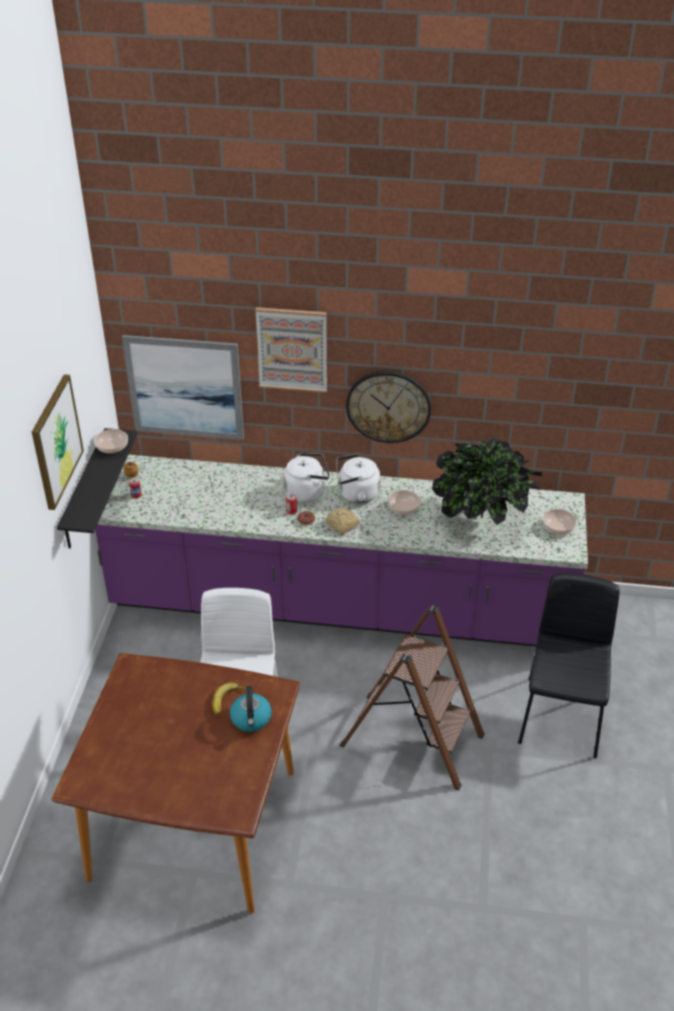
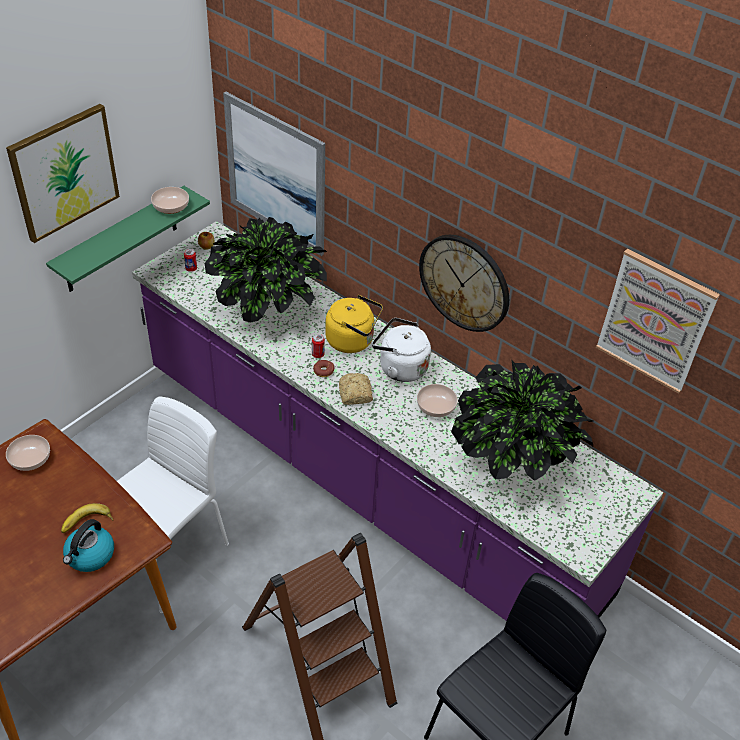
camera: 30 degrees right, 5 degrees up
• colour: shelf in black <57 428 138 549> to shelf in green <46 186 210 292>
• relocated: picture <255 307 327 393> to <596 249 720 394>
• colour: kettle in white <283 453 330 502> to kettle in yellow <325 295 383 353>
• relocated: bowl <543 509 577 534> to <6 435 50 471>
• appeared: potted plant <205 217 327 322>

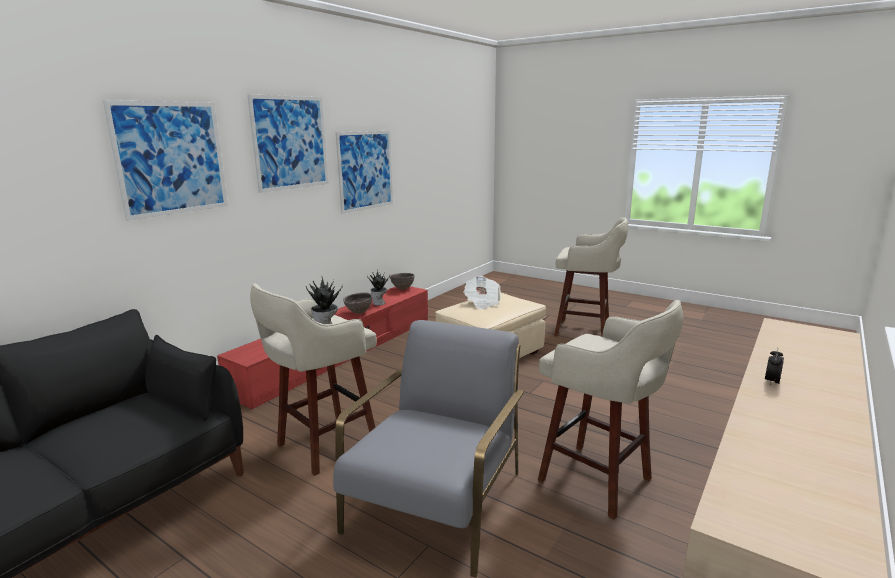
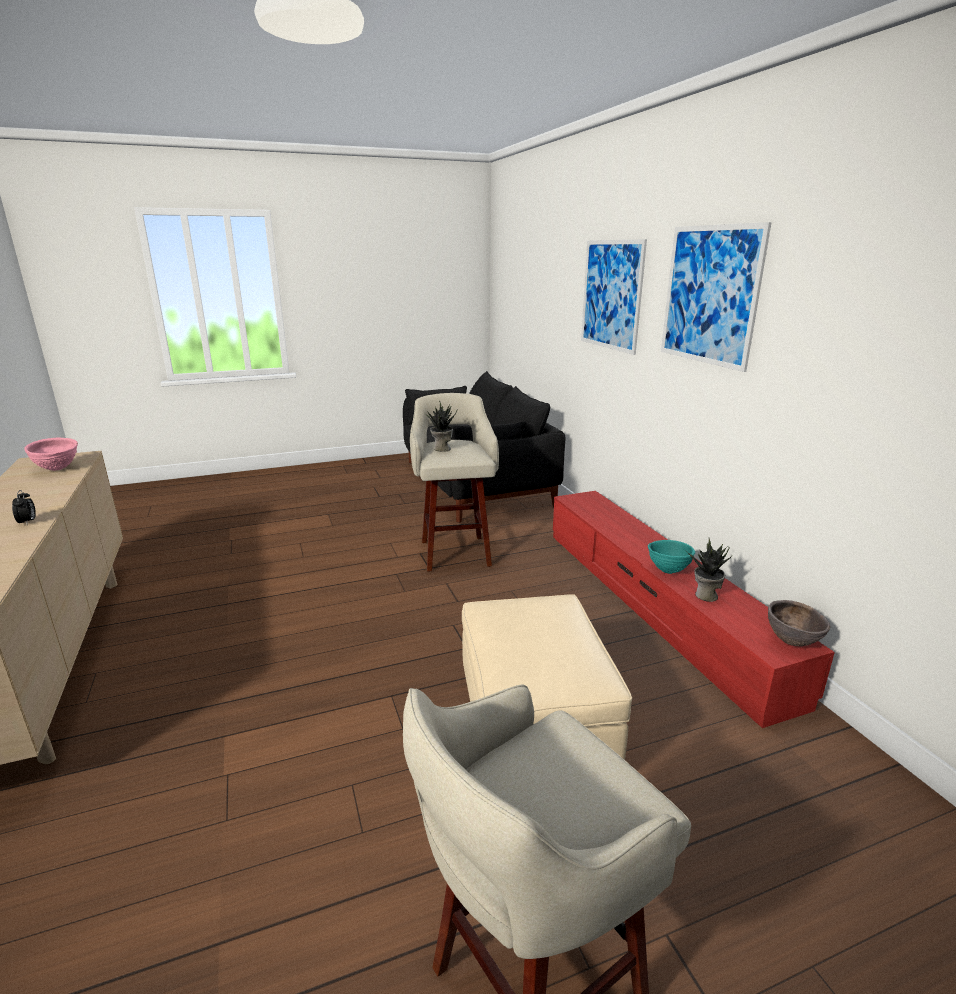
camera: 125 degrees right, 5 degrees up
• missing: armchair in grey <333 320 524 578>
• missing: picture <336 131 393 214>
• colour: bowl in brown <343 292 373 314> to bowl in turquoise <648 540 695 574>
• missing: newspaper <464 276 501 310>
• missing: stool in beige <538 300 683 519>
• appeared: bowl in pink <24 438 78 471>

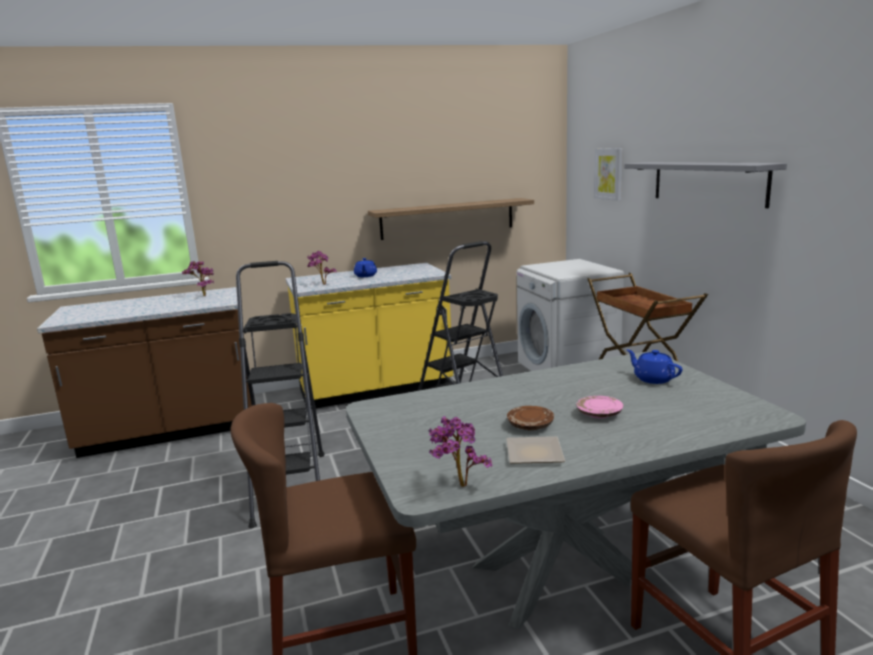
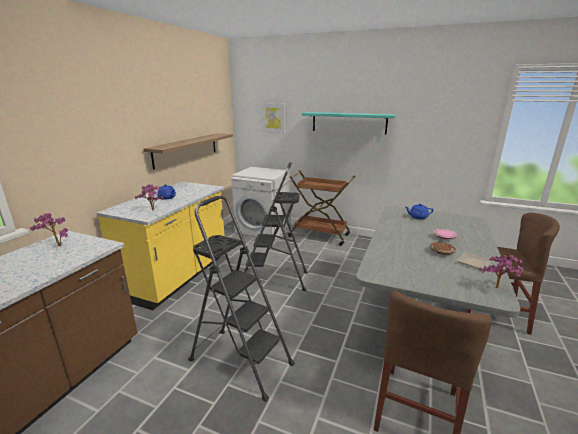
camera: 50 degrees left, 5 degrees up
• colour: shelf in grey <624 162 787 208> to shelf in turquoise <302 112 396 134>

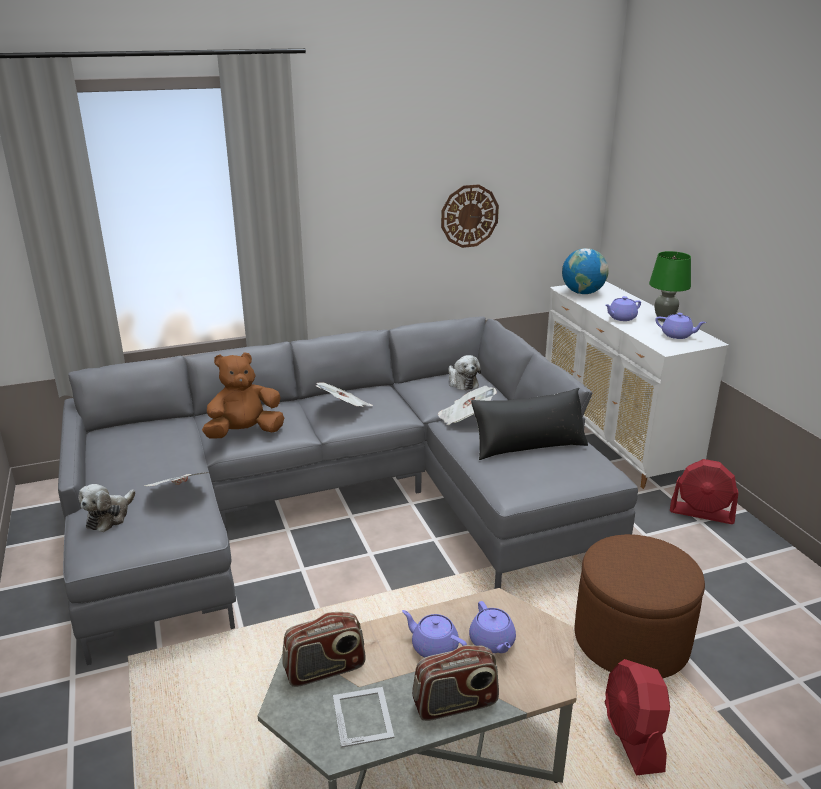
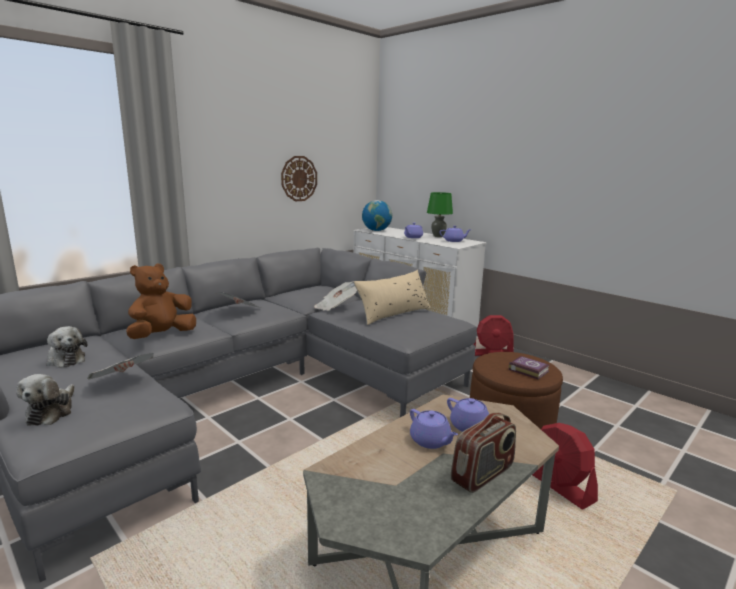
camera: 25 degrees left, 10 degrees down
• missing: radio <282 612 365 687>
• missing: picture frame <333 687 394 748>
• spun: teapot in purple <402 610 467 658> = <410 409 458 449> 135 degrees counterclockwise
• relocated: plush toy <448 355 481 390> to <46 326 88 368>
• colour: pillow in black <471 388 588 460> to pillow in beige <354 270 431 325>
• appeared: book <509 356 549 379>

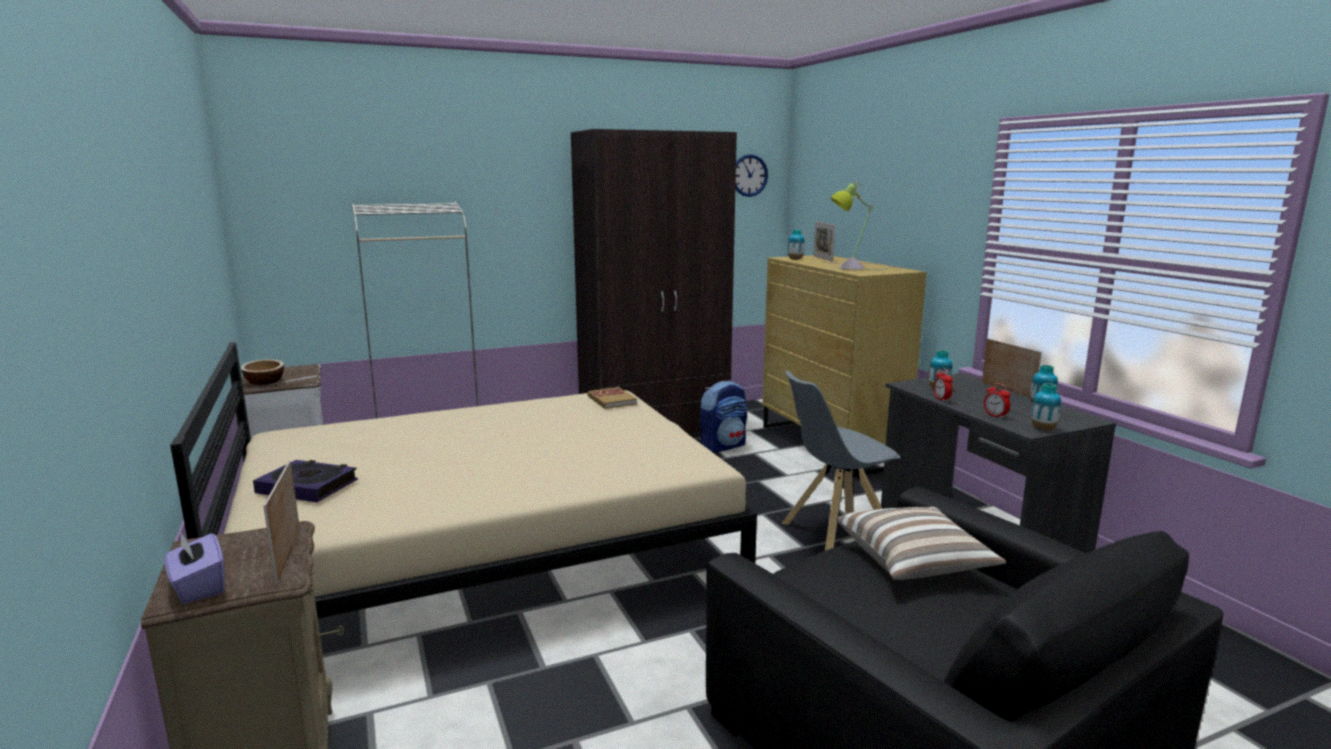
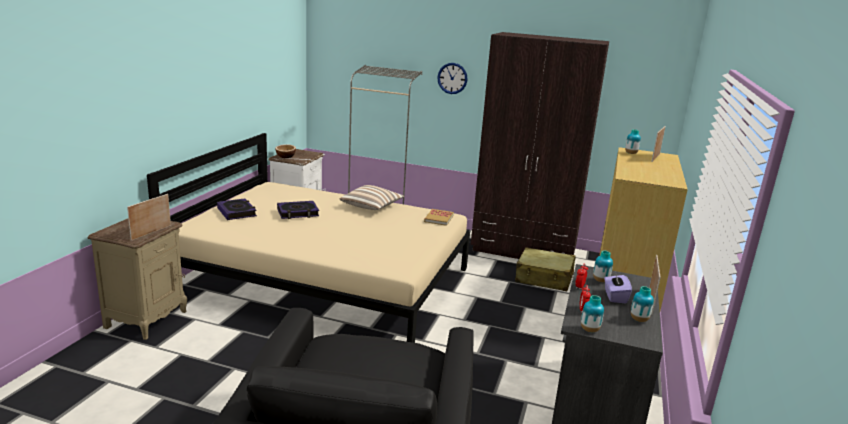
camera: 40 degrees right, 5 degrees up
• relocated: tissue box in purple <165 533 225 604> to <604 275 632 304>
• exchanged: backpack <700 380 747 453> to suitcase in beige <515 247 576 291>
• relocated: wall clock <735 154 768 197> to <437 63 467 94>
• missing: chair in grey <781 371 901 551>
• missing: table lamp <822 182 901 270>
• relocated: pillow <837 507 1006 580> to <340 185 404 210>
• appeared: book <277 201 319 219>

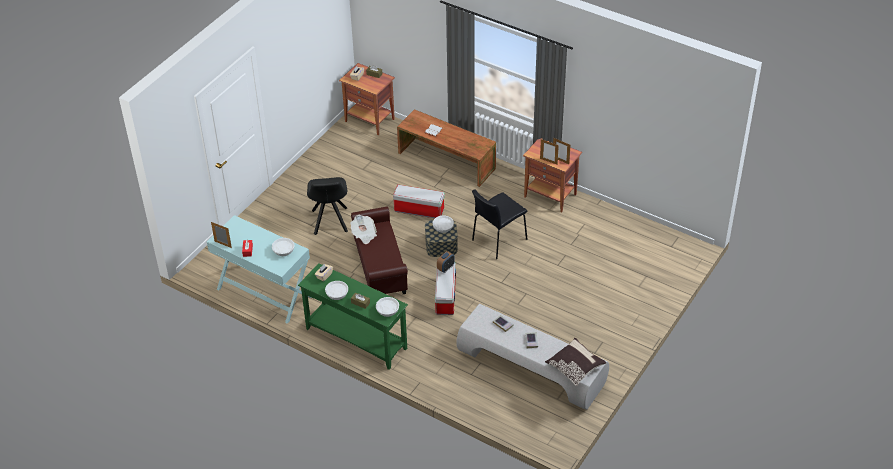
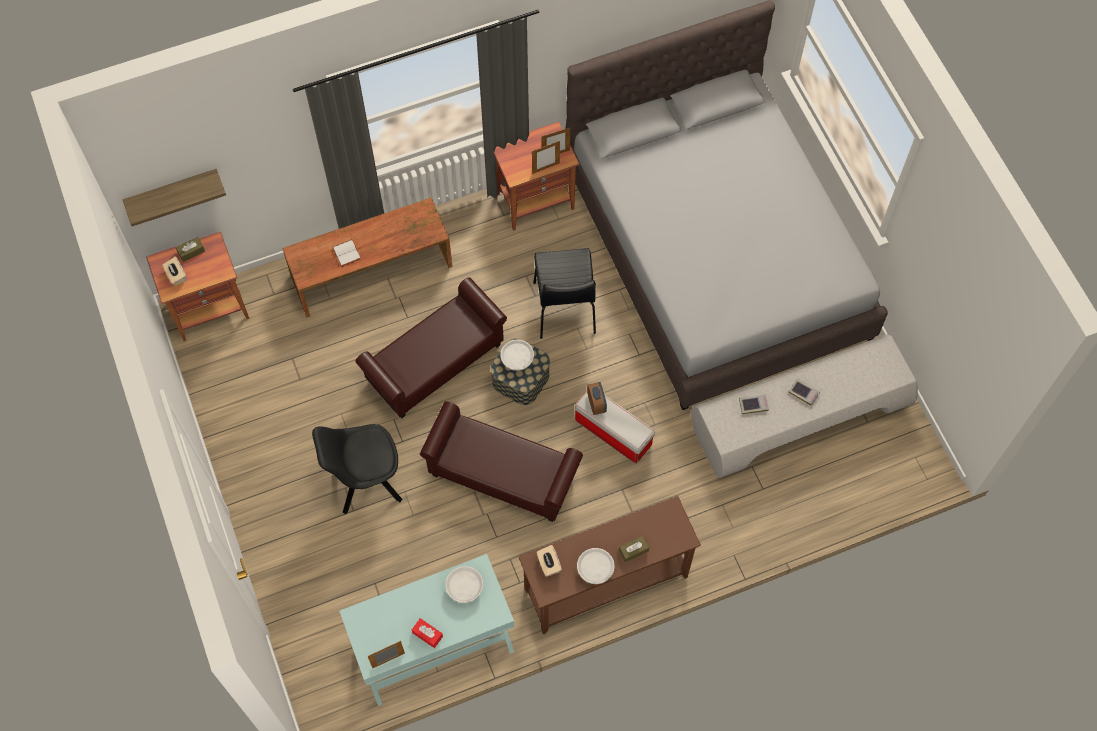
camera: 55 degrees left, 20 degrees up
• colour: console table in green <298 263 408 370> to console table in brown <519 496 701 634>
• spun: chair in black <307 177 348 235> = <312 424 402 514> 135 degrees clockwise
• missing: newspaper <350 215 377 244>
• missing: bowl in white <376 297 399 317>
• exchanged: storage box <393 185 445 218> to ottoman in brown <356 277 507 418>
• missing: pillow <545 338 606 386>
• appeared: shelf <123 169 226 226>
• appeared: bed in grey <565 0 888 410>

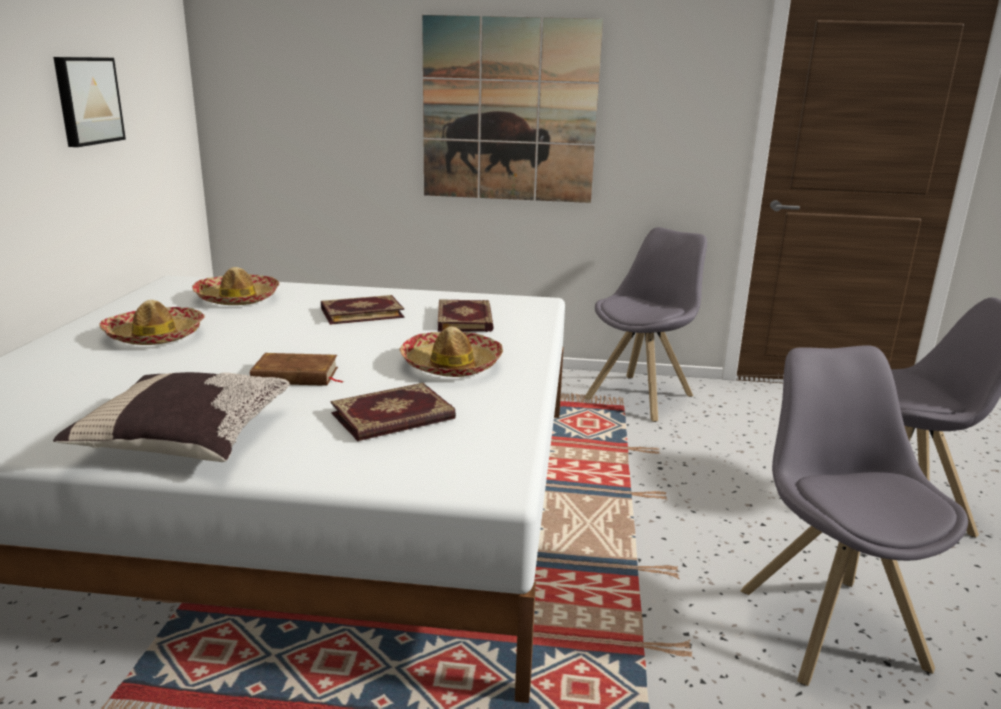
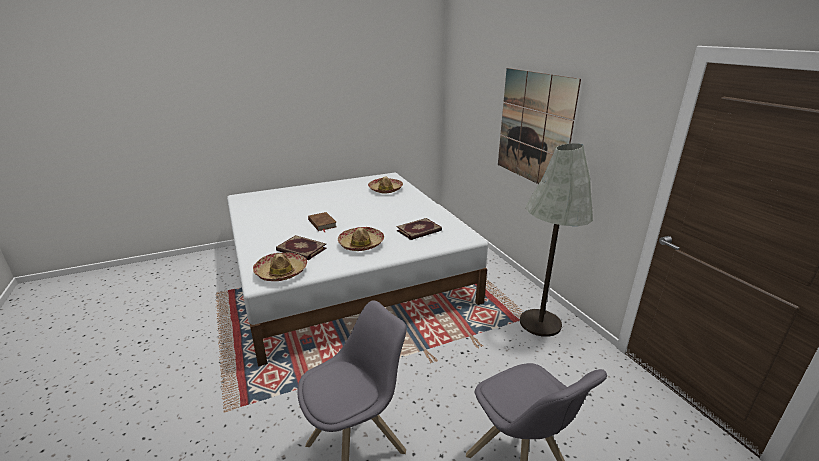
camera: 60 degrees right, 5 degrees up
• missing: picture <53 57 126 147>
• missing: pillow <53 372 290 462>
• relocated: hat <99 300 205 345> to <253 253 307 281>
• missing: book <321 295 405 325>
• exchanged: chair in grey <585 227 707 422> to floor lamp in grey <520 143 593 337>

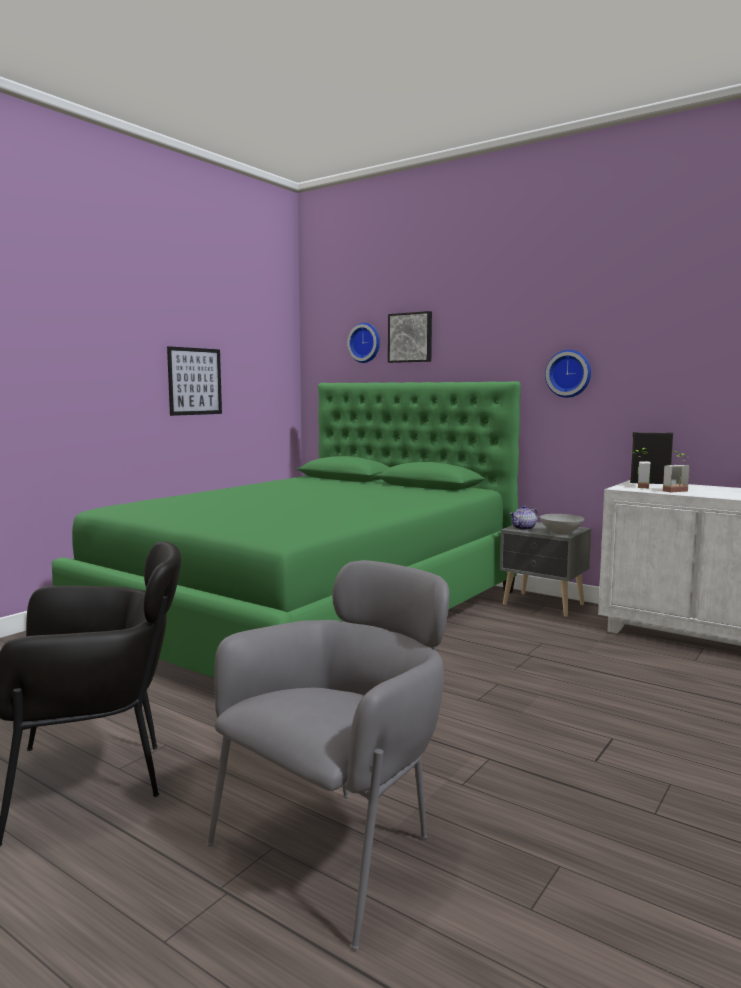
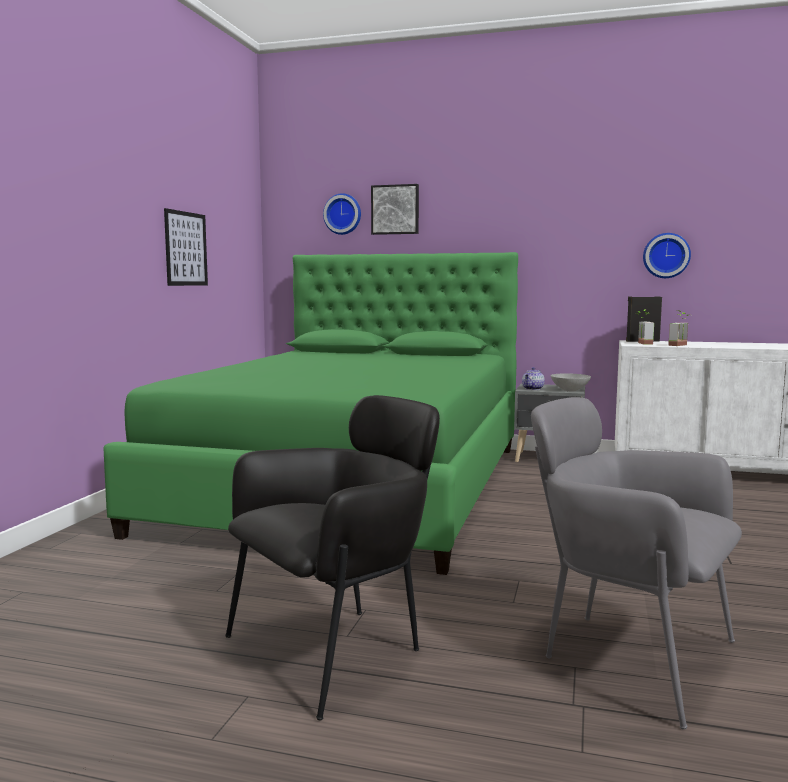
camera: 20 degrees left, 0 degrees up
• spun: armchair in grey <207 560 450 950> = <531 397 742 730> 75 degrees counterclockwise
• relocated: wall clock <545 350 591 398> to <643 233 691 278>

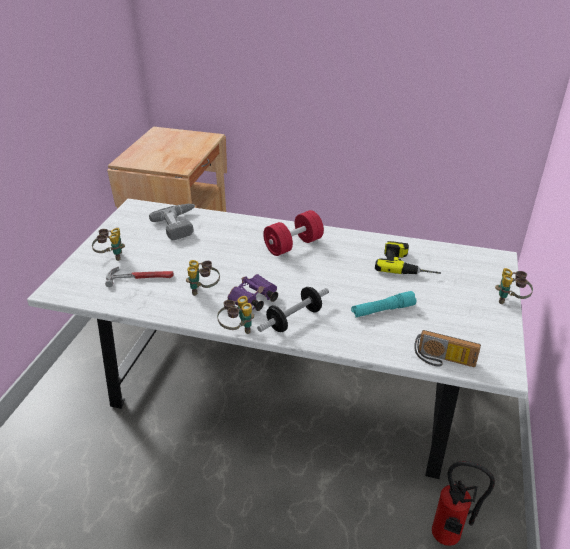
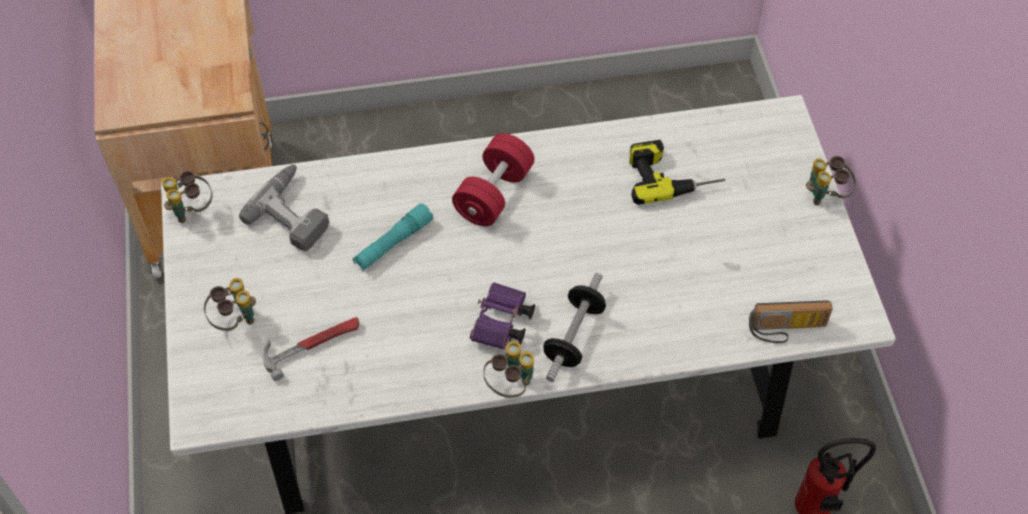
camera: 25 degrees left, 20 degrees up
• relocated: binoculars <186 260 220 296> to <162 171 212 223>
• relocated: flashlight in turquoise <351 291 416 317> to <353 203 433 271>

